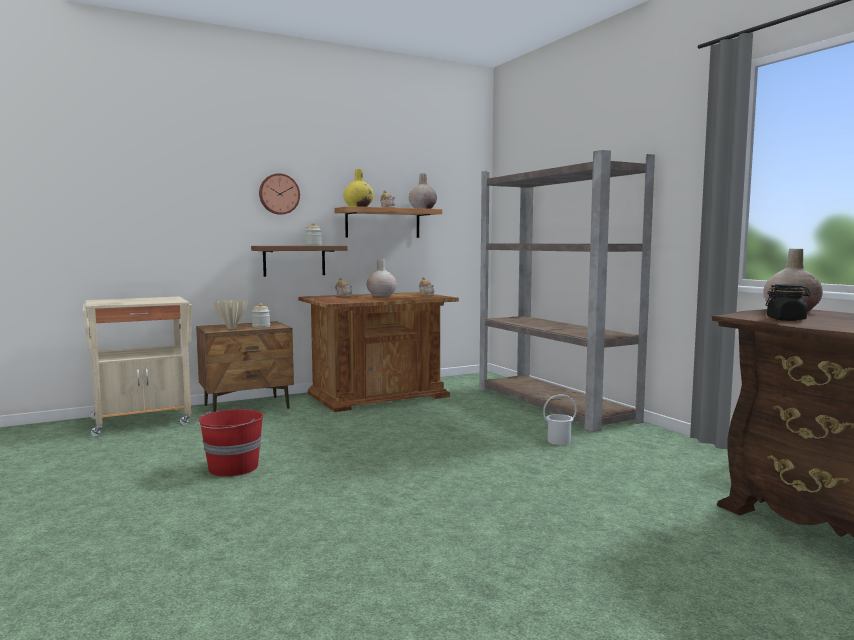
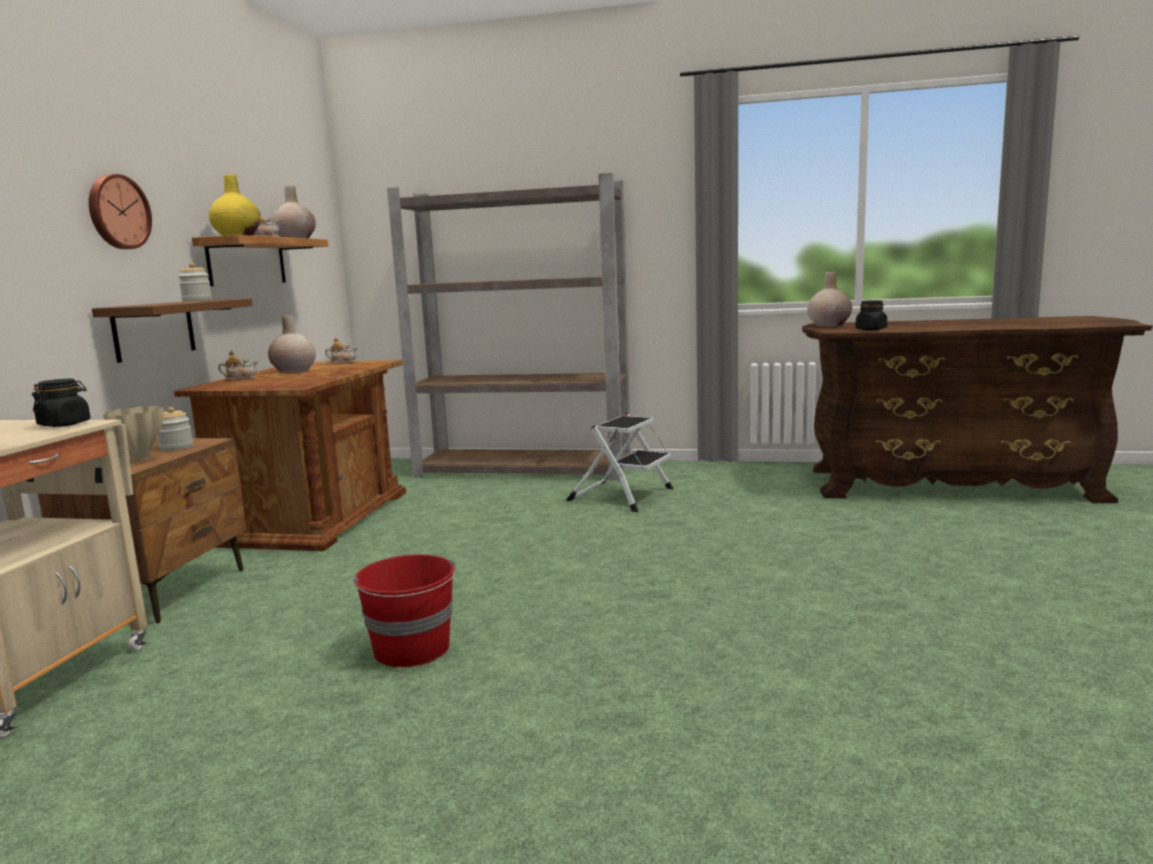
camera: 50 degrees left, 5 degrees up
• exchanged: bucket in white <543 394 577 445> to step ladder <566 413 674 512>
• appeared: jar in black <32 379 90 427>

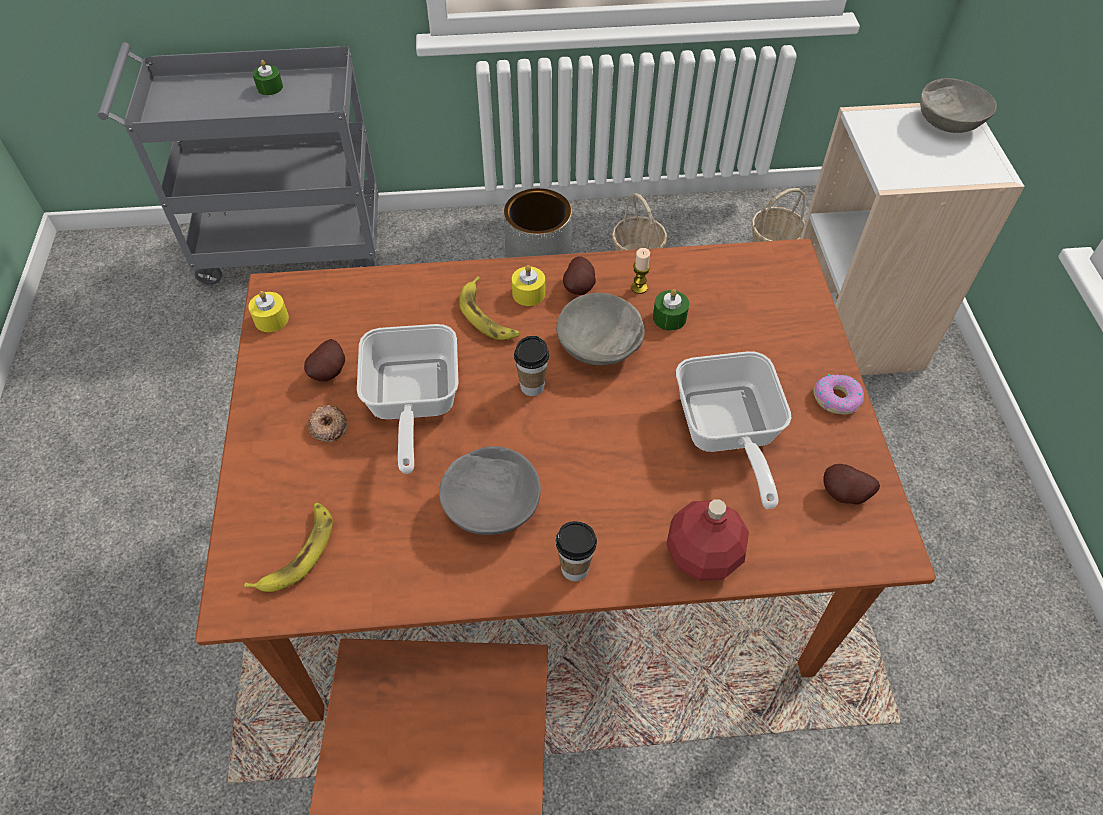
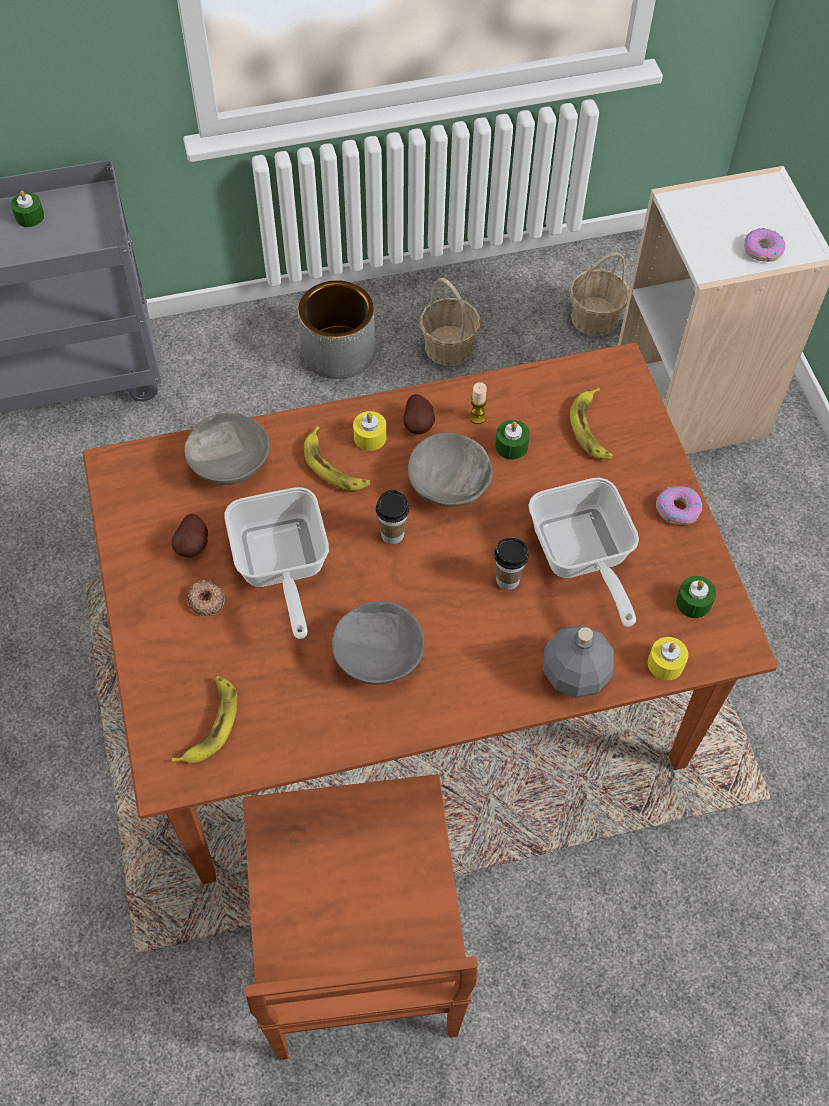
camera: 10 degrees left, 5 degrees up
• relocated: candle in yellow <248 291 289 332> to <648 637 688 680>
• relocated: cup <556 521 597 581> to <494 538 529 590>
• colour: bottle in red <666 499 749 581> to bottle in grey <543 625 614 698>
• exchanged: potato <823 464 880 505> to candle in green <676 576 716 618>
• relocated: bowl in grey <920 78 997 133> to <184 413 270 485>
• appeared: banana <570 387 613 459>
• appeared: donut <744 228 786 262>

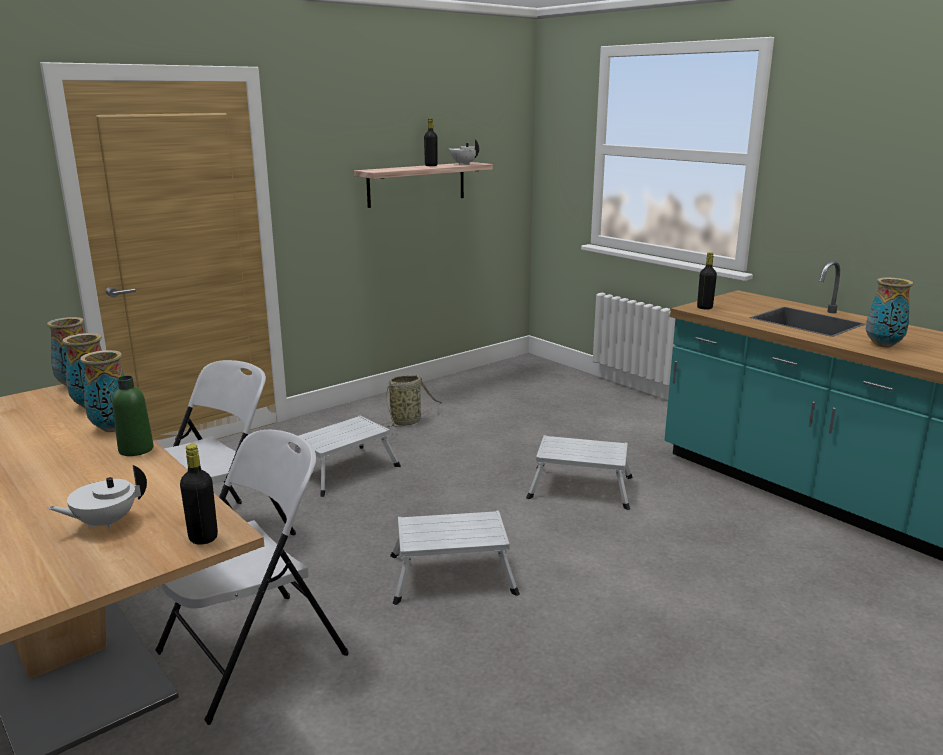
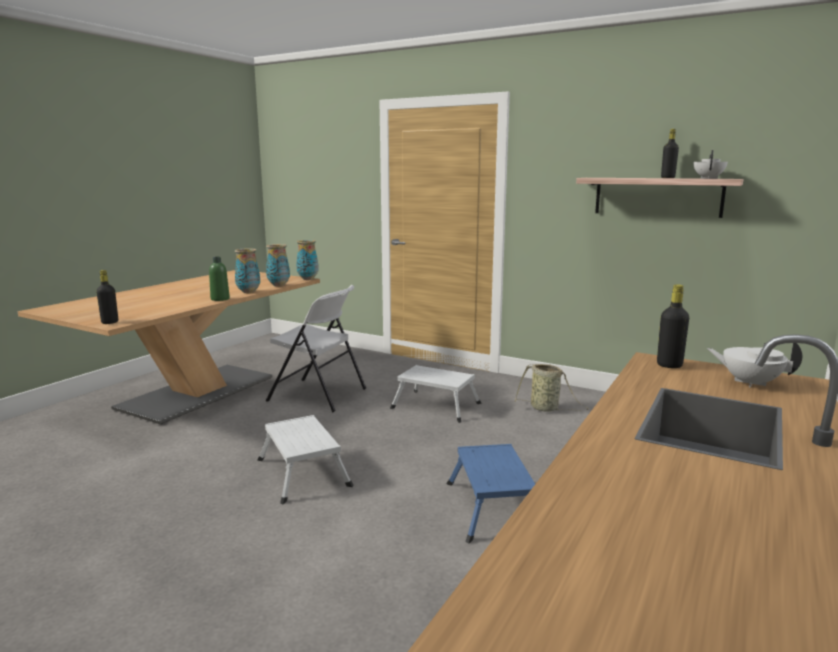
camera: 70 degrees right, 5 degrees down
• relocated: teapot in white <47 465 147 529> to <707 343 802 387>
• missing: chair in white <155 430 348 725>
• colour: step ladder in white <526 435 633 510> to step ladder in blue <446 444 535 544>
• missing: vase <866 278 913 348>

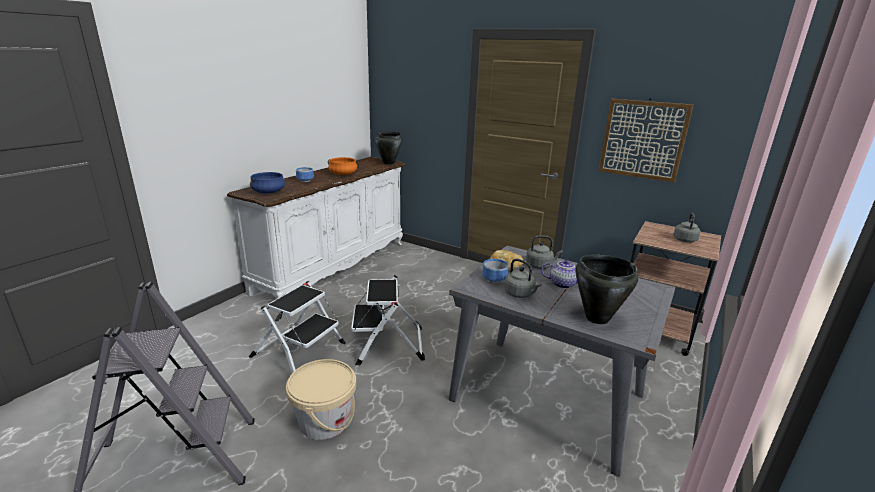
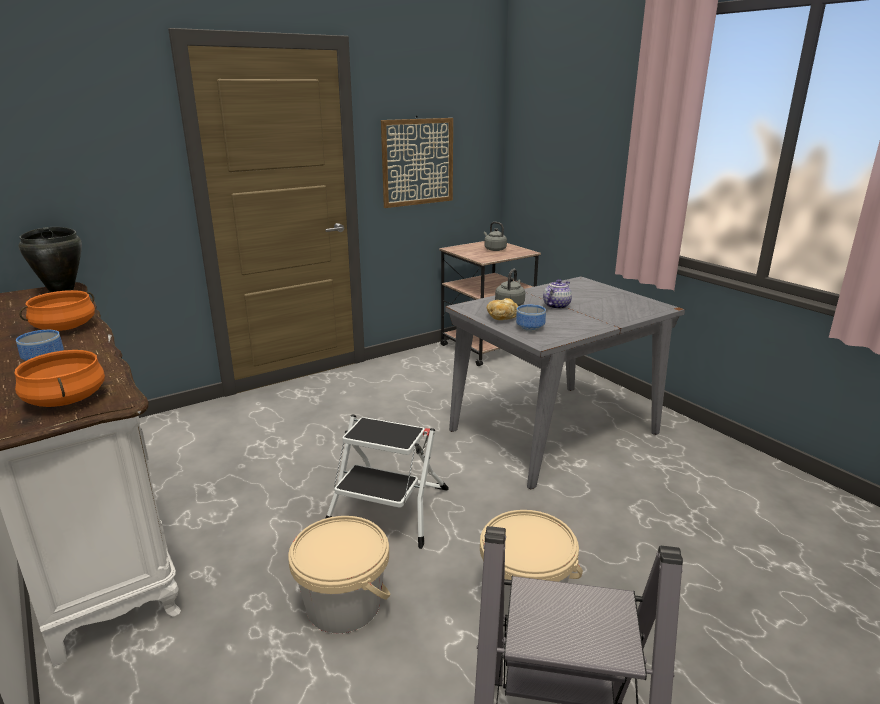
camera: 65 degrees left, 0 degrees up
• exchanged: step ladder <249 281 346 373> to bucket in beige <288 516 390 634>
• colour: cooking pot in blue <250 172 285 193> to cooking pot in orange <15 350 105 407>
• missing: kettle in grey <504 259 542 298>
• missing: cooking pot in black <575 255 638 324>

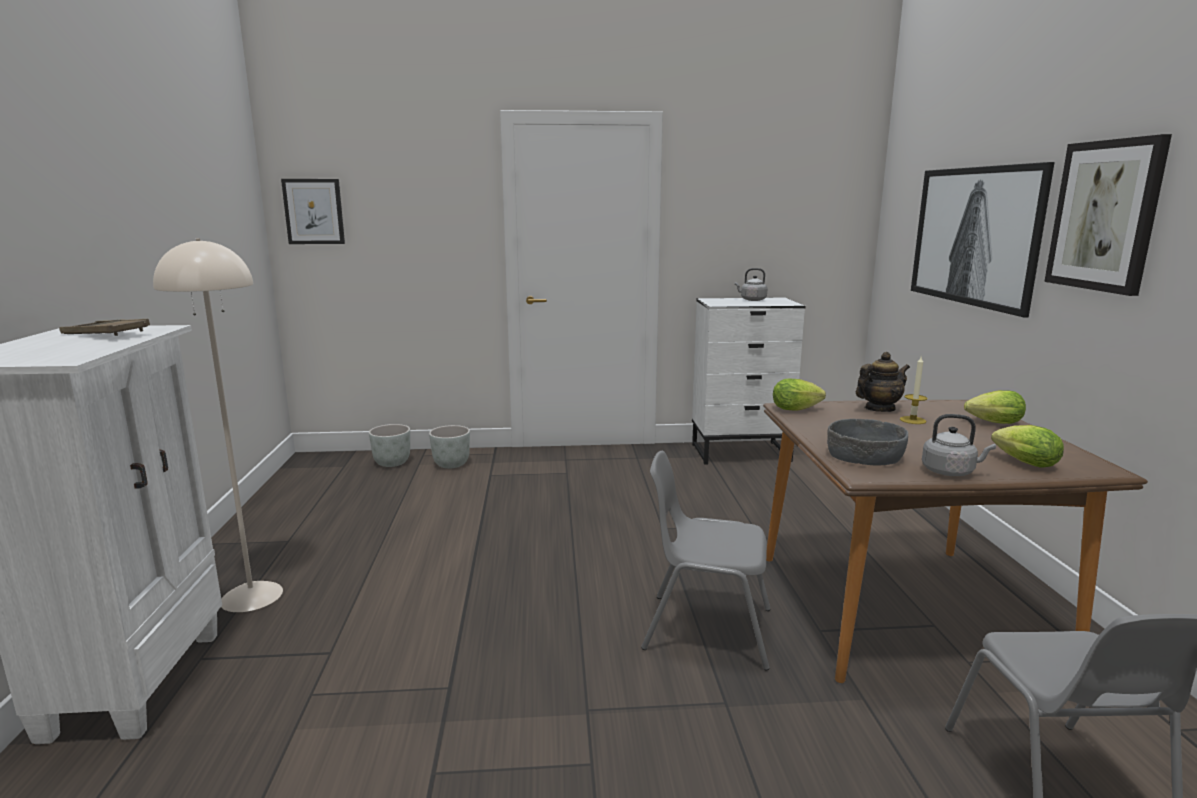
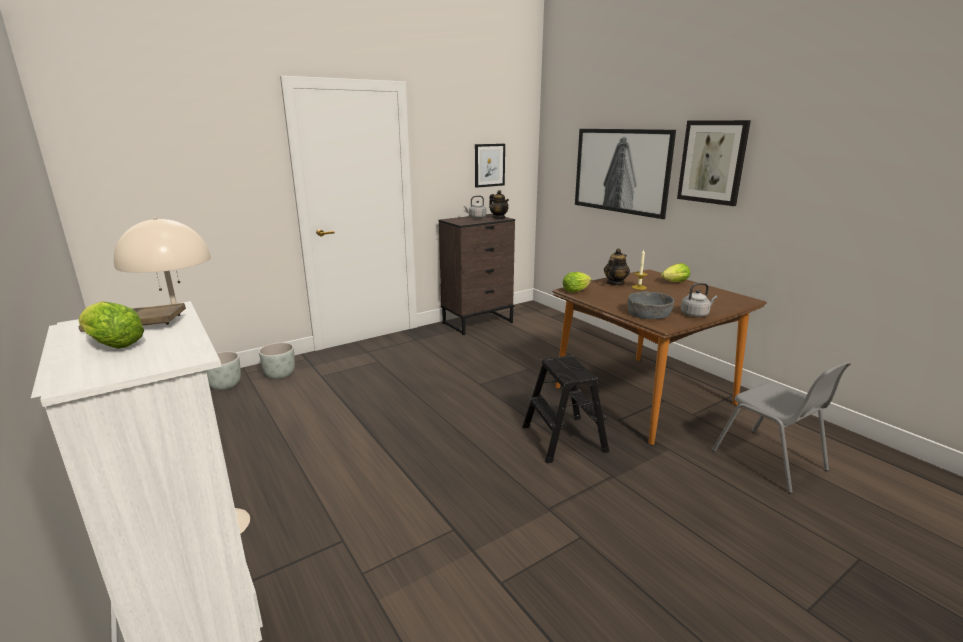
camera: 30 degrees left, 5 degrees up
• relocated: picture <281 179 345 244> to <475 144 505 188>
• exchanged: chair in grey <641 450 771 671> to step ladder in black <522 355 610 464>
• colour: dresser in white <692 297 806 464> to dresser in brown <438 214 515 335>
• relocated: lettuce <991 425 1064 468> to <79 301 144 349>
• appeared: teapot <489 190 509 219>

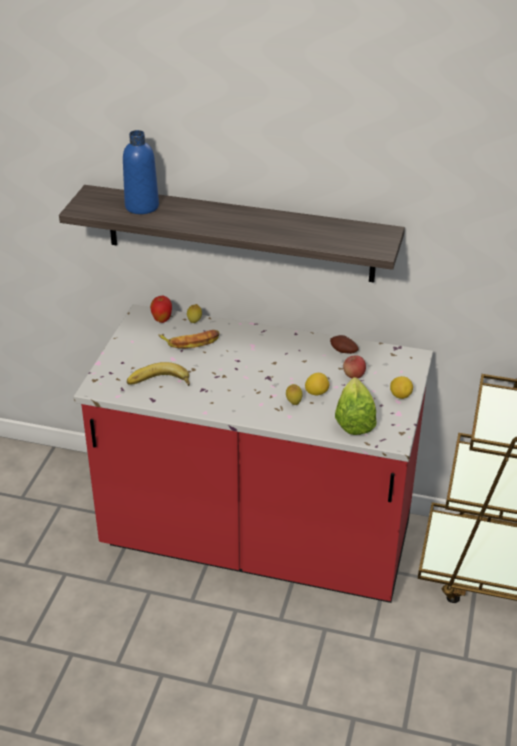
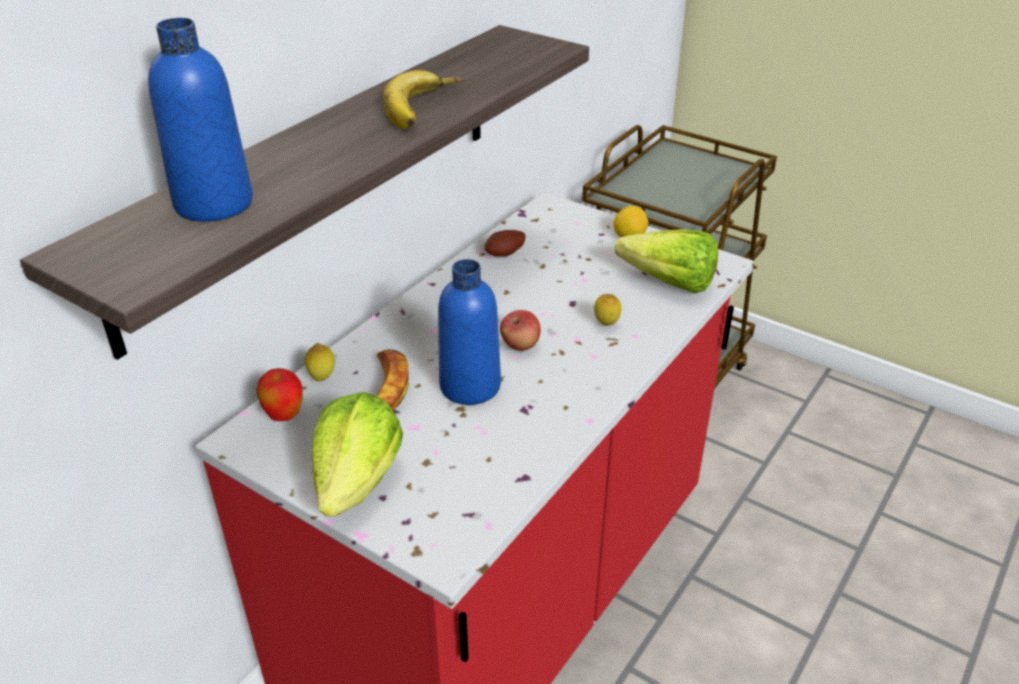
camera: 70 degrees left, 0 degrees up
• relocated: banana <127 362 190 386> to <383 70 464 129>
• missing: lemon <305 373 329 395>
• relocated: apple <343 356 366 378> to <500 310 541 351>
• appeared: lettuce <312 392 403 517>
• appeared: bottle in blue <438 259 501 405>

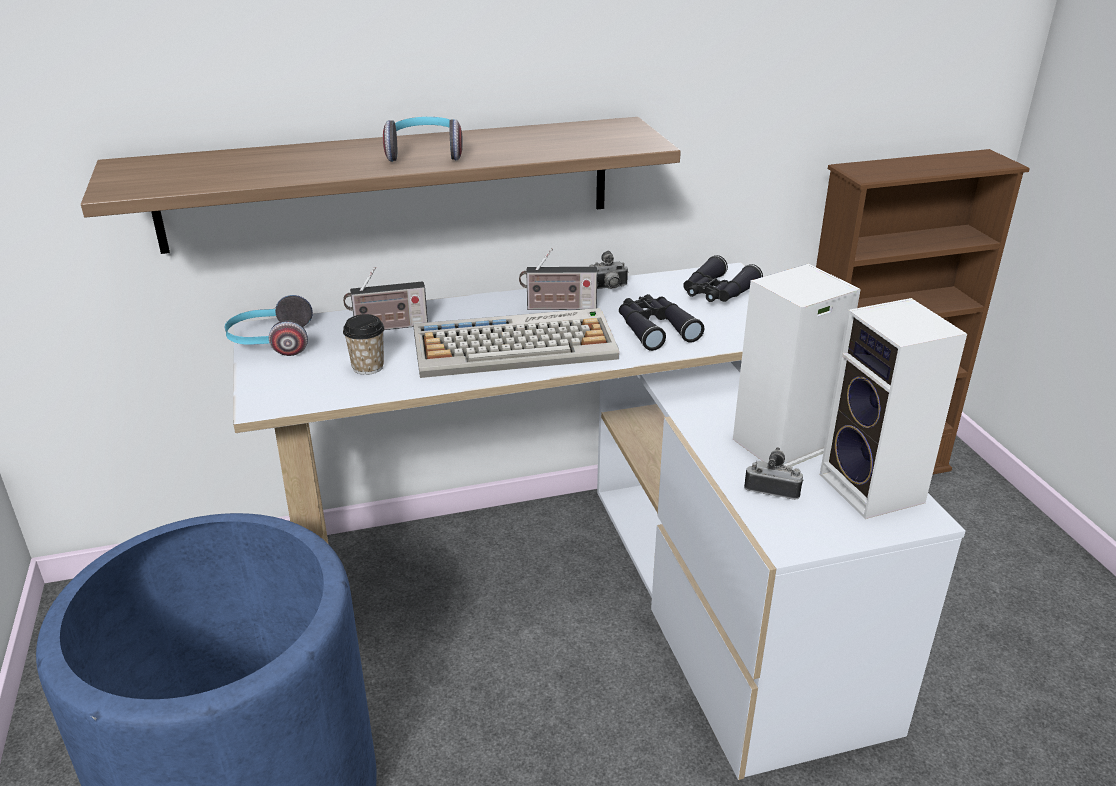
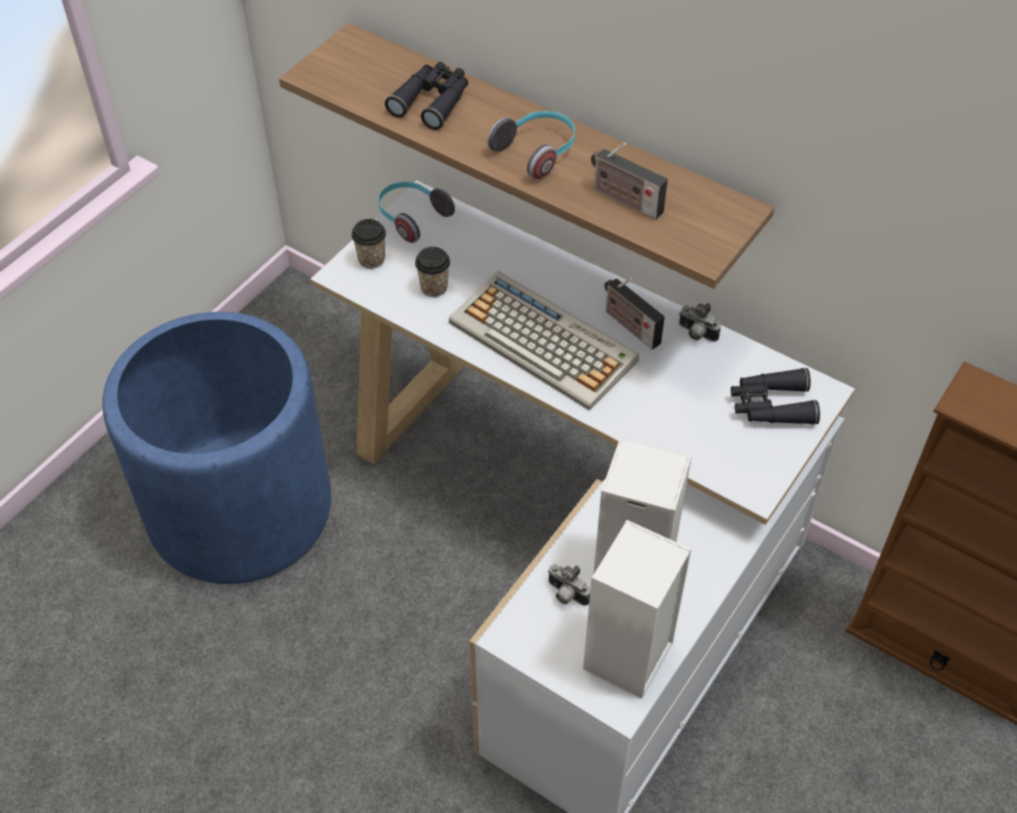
camera: 50 degrees right, 20 degrees up
• relocated: radio <343 266 428 330> to <591 143 668 220>
• relocated: binoculars in black <619 294 704 351> to <385 62 468 130>
• spun: photo camera <744 447 803 500> = <547 564 590 606> 150 degrees clockwise
• appeared: cup <352 219 386 269>

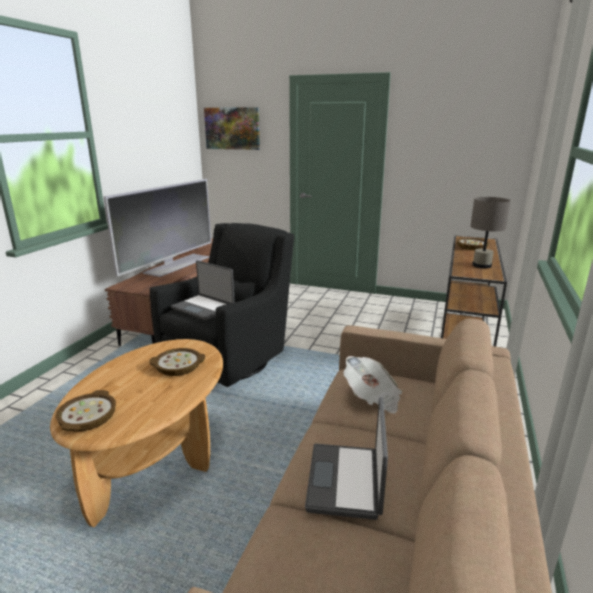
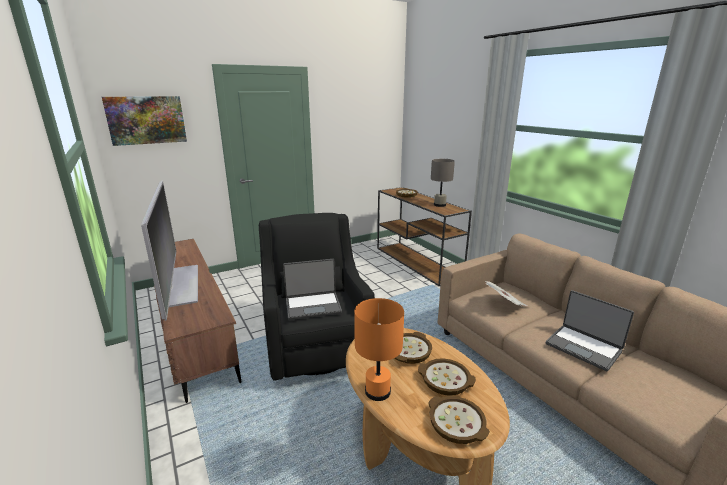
camera: 50 degrees left, 0 degrees up
• appeared: table lamp in orange <354 298 404 401>
• appeared: bowl <418 358 476 396>

